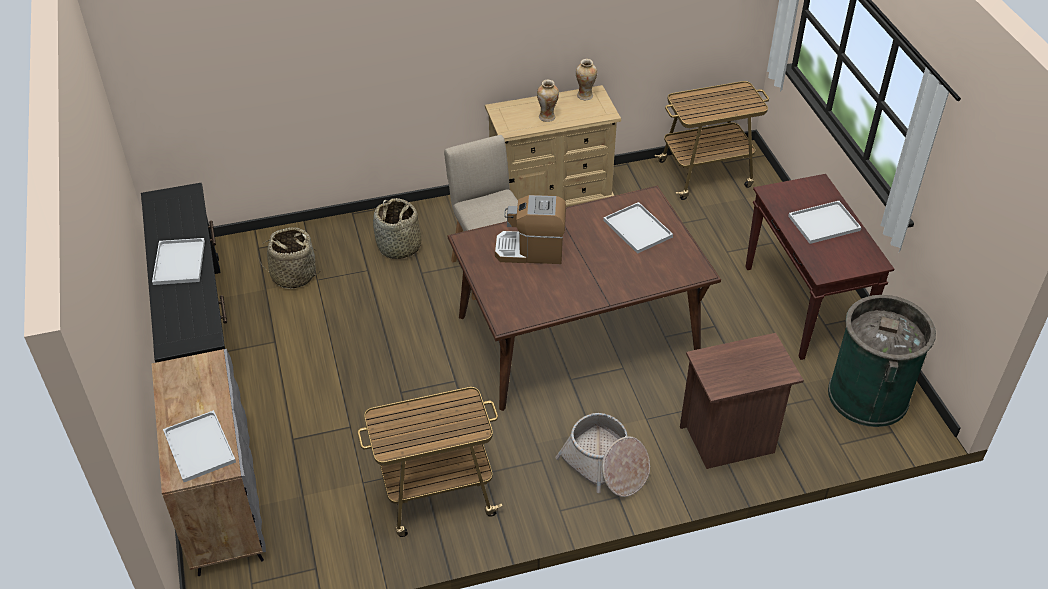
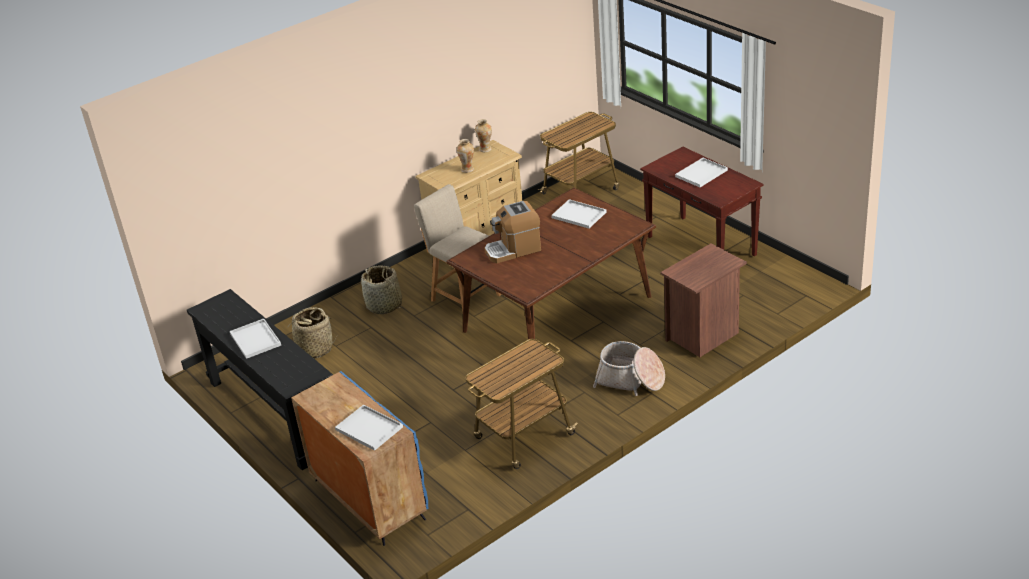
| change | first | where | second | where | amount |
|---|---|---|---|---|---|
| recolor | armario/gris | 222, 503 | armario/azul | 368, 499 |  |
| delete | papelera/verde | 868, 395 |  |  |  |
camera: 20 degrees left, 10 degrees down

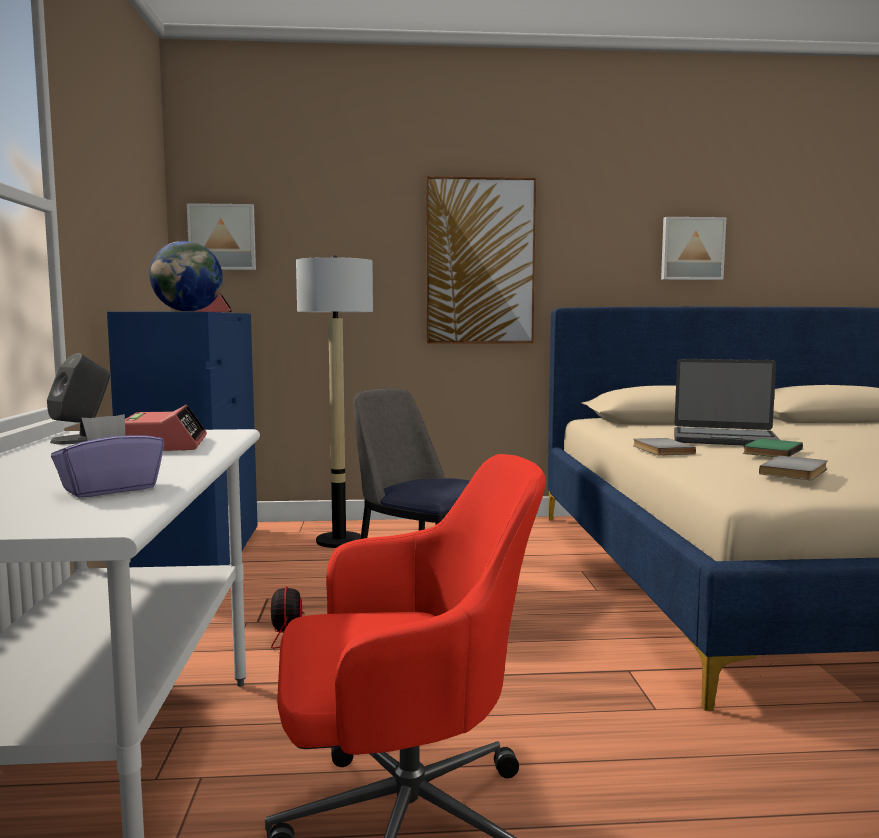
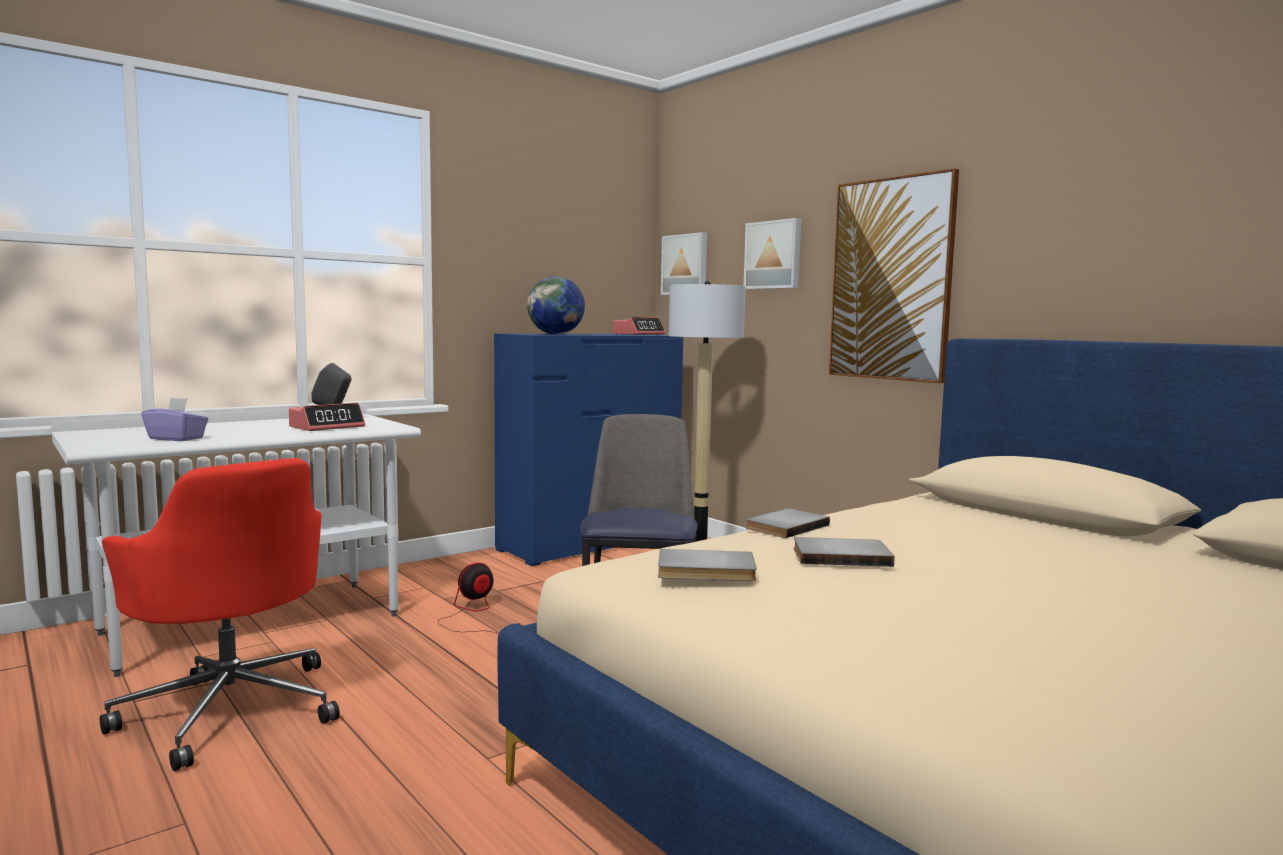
| change | first | where | second | where | amount |
|---|---|---|---|---|---|
| move | cuadro | 691, 249 |  | 774, 255 |  |
| delete | portátil | 724, 439 |  |  |  |
| recolor | libro/verde | 770, 451 | libro/gris | 840, 555 |  |
camera: 55 degrees right, 0 degrees up

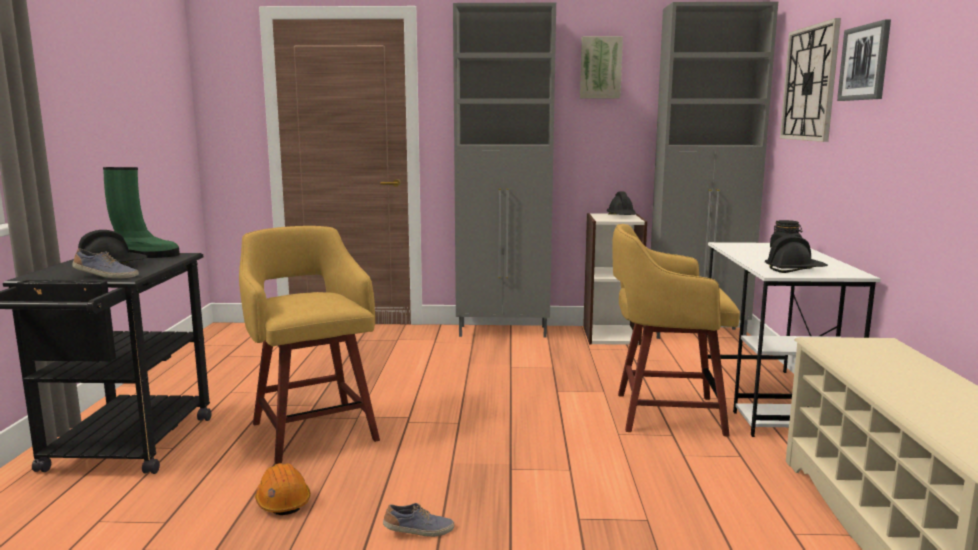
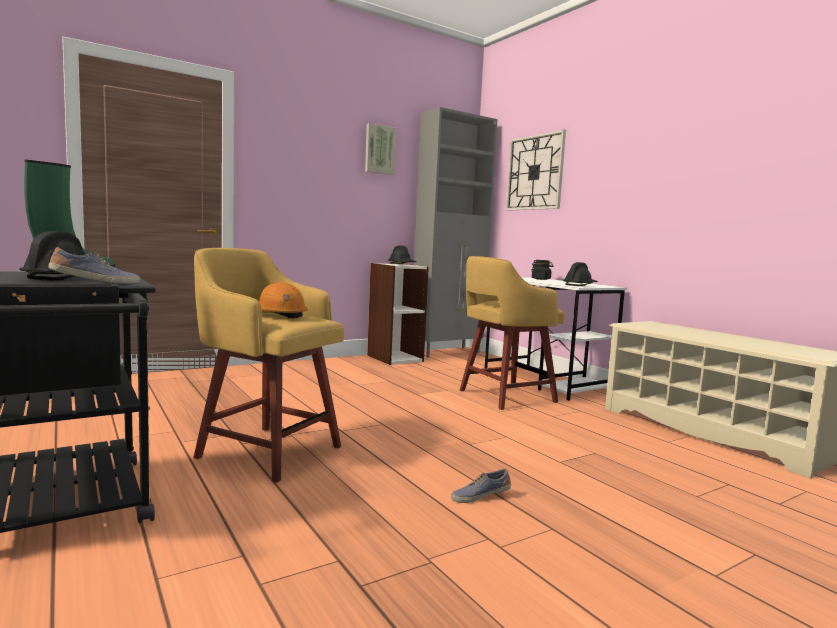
| change | first | where | second | where | amount |
|---|---|---|---|---|---|
| move | casco/naranja | 282, 501 |  | 279, 315 |  |
| rotate | zapato | 419, 532 |  | 480, 496 | 150 degrees counterclockwise |
| delete | armario/gris | 504, 332 |  |  |  |
| delete | cuadro | 865, 62 |  |  |  |
camera: 35 degrees left, 5 degrees down

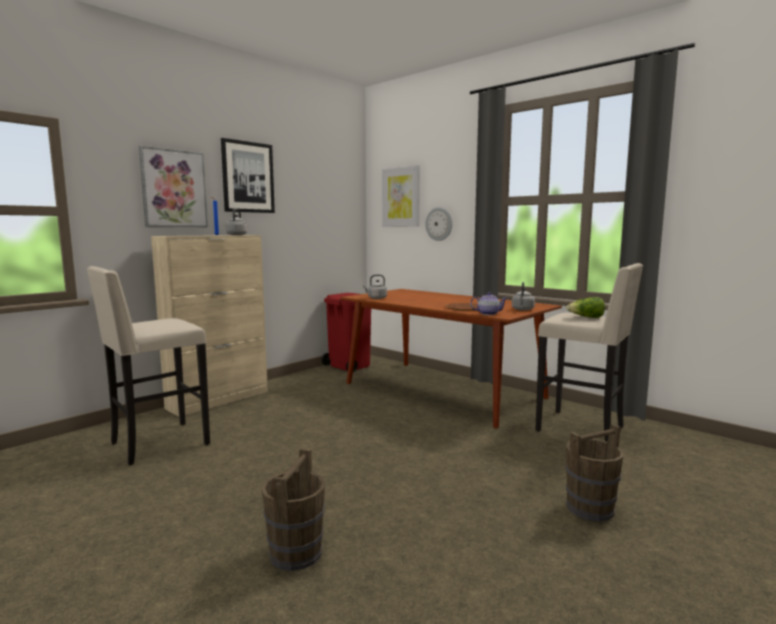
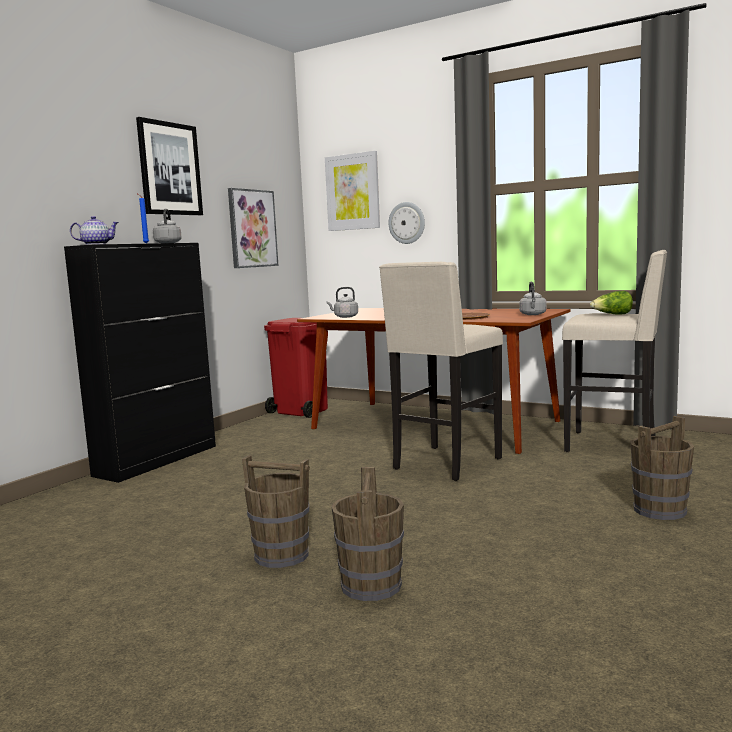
| change | first | where | second | where | amount |
|---|---|---|---|---|---|
| move | taburete/beis | 157, 444 |  | 445, 464 |  |
| move | cuadro | 174, 189 |  | 252, 228 |  |
| recolor | armario/beis | 219, 399 | armario/negro | 158, 460 |  |
| move | tetera | 488, 313 |  | 96, 244 |  |
| insert |  |  | cubo/marrón | 281, 555 |  |
camera: 10 degrees left, 0 degrees up

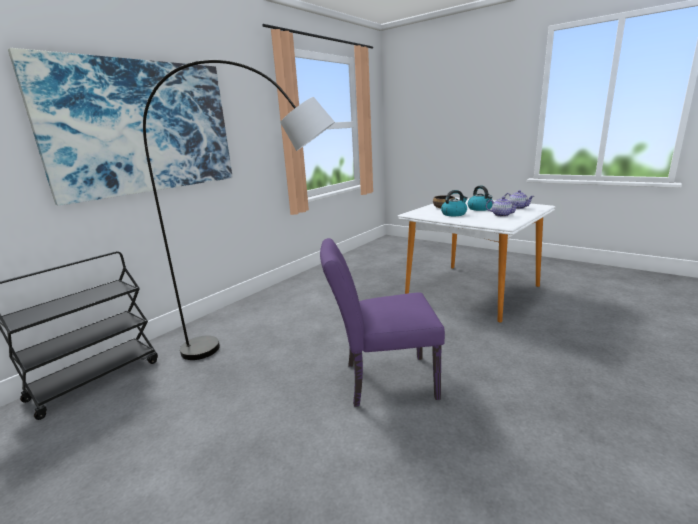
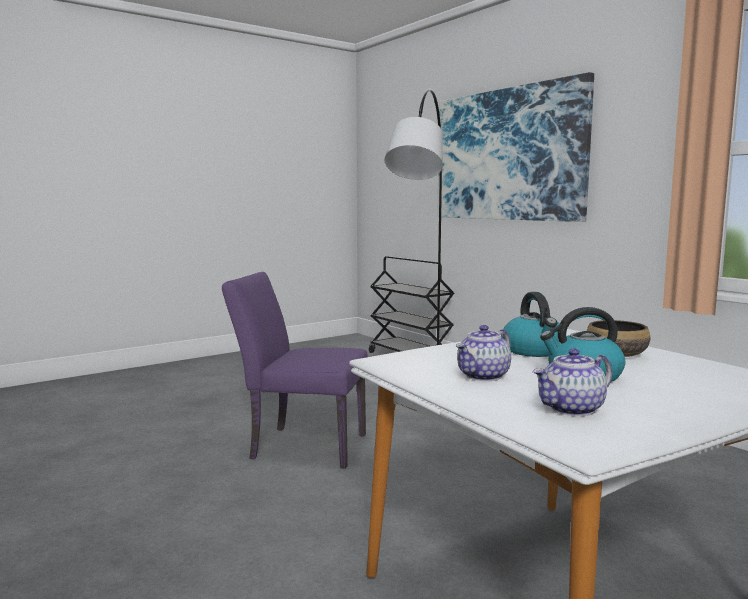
| change | first | where | second | where | amount |
|---|---|---|---|---|---|
| rotate | silla/morado | 382, 381 |  | 300, 445 | 90 degrees counterclockwise |
camera: 105 degrees right, 10 degrees down

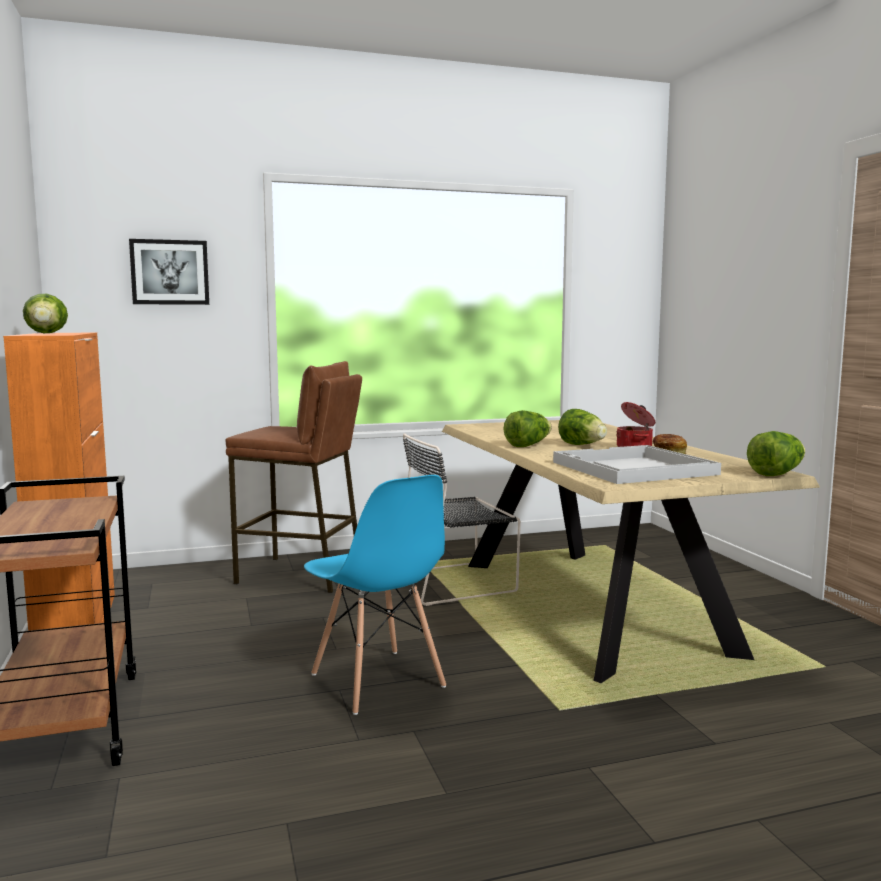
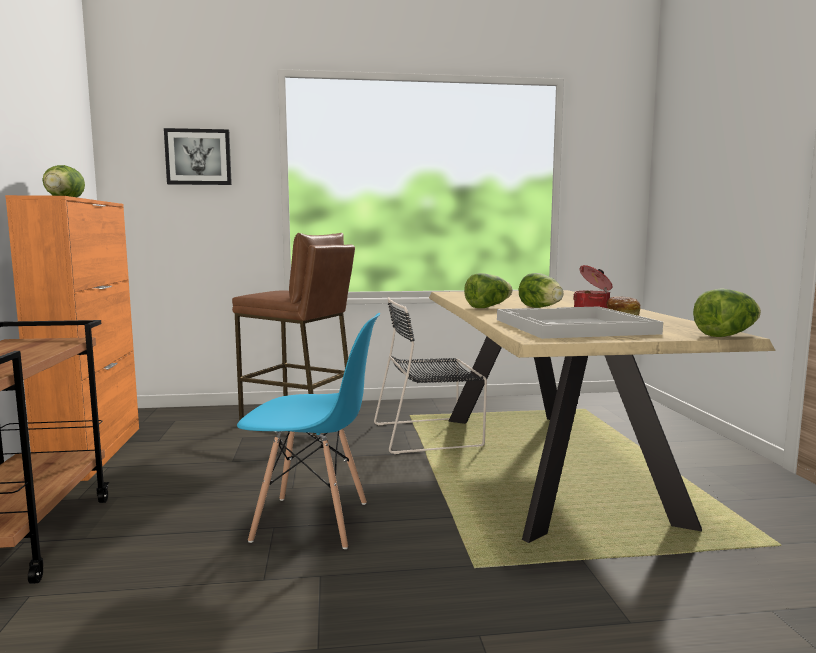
| change | first | where | second | where | amount |
|---|---|---|---|---|---|
| rotate | silla/azul | 377, 681 |  | 312, 522 | 60 degrees counterclockwise |
camera: 10 degrees right, 0 degrees up

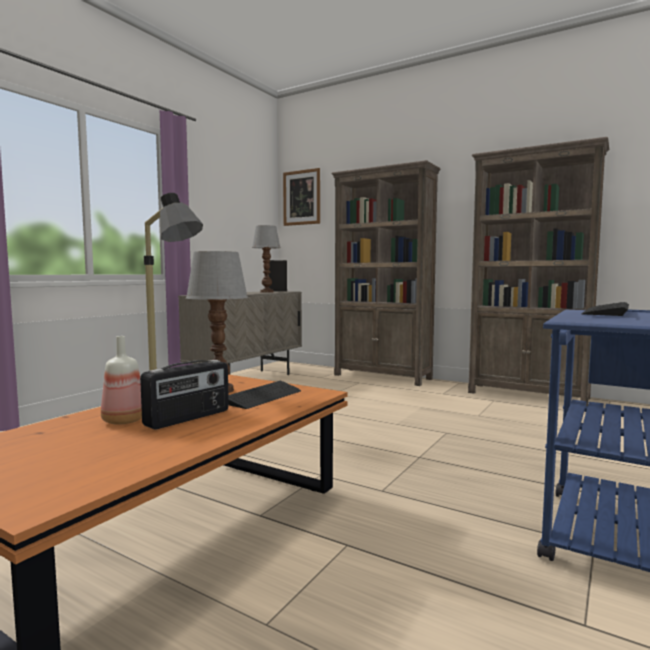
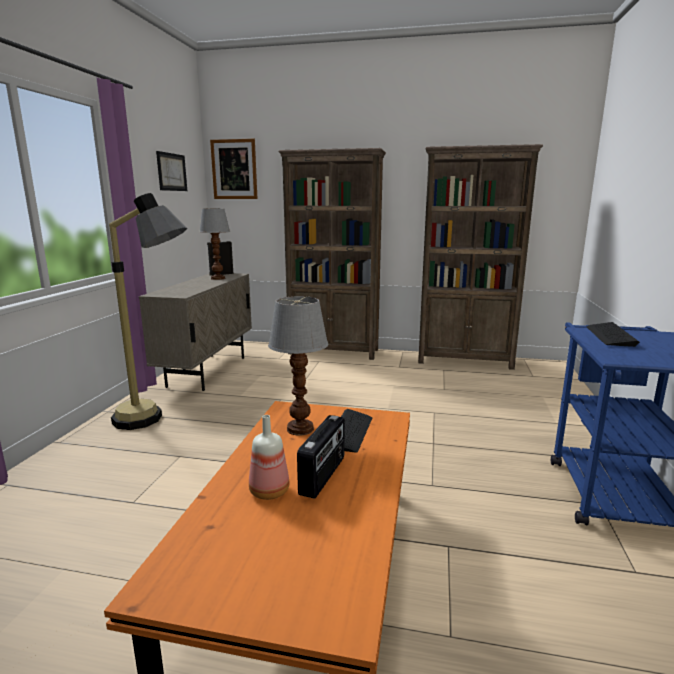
| change | first | where | second | where | amount |
|---|---|---|---|---|---|
| insert |  |  | cuadro | 171, 172 |  |
camera: 20 degrees left, 10 degrees up

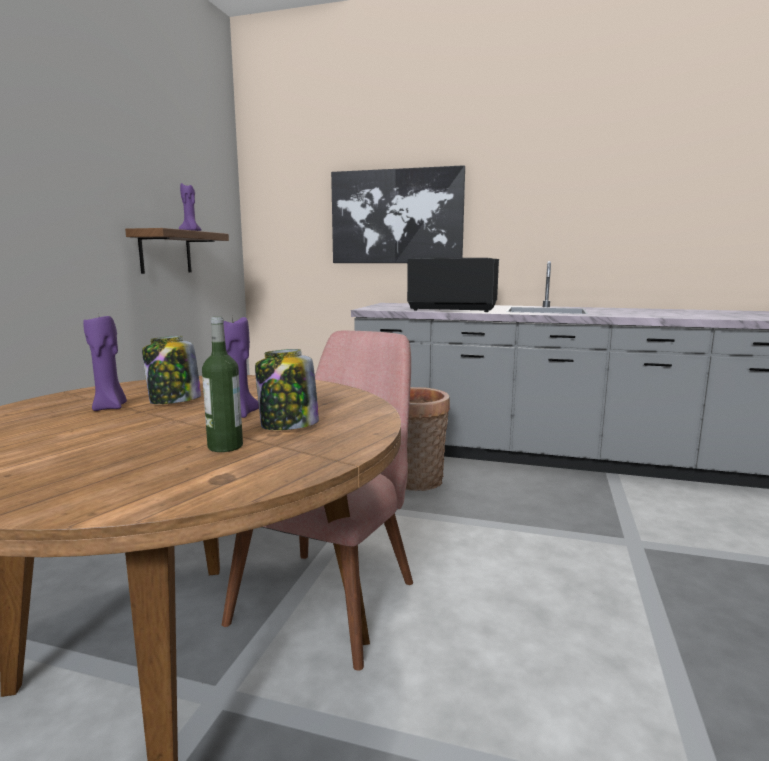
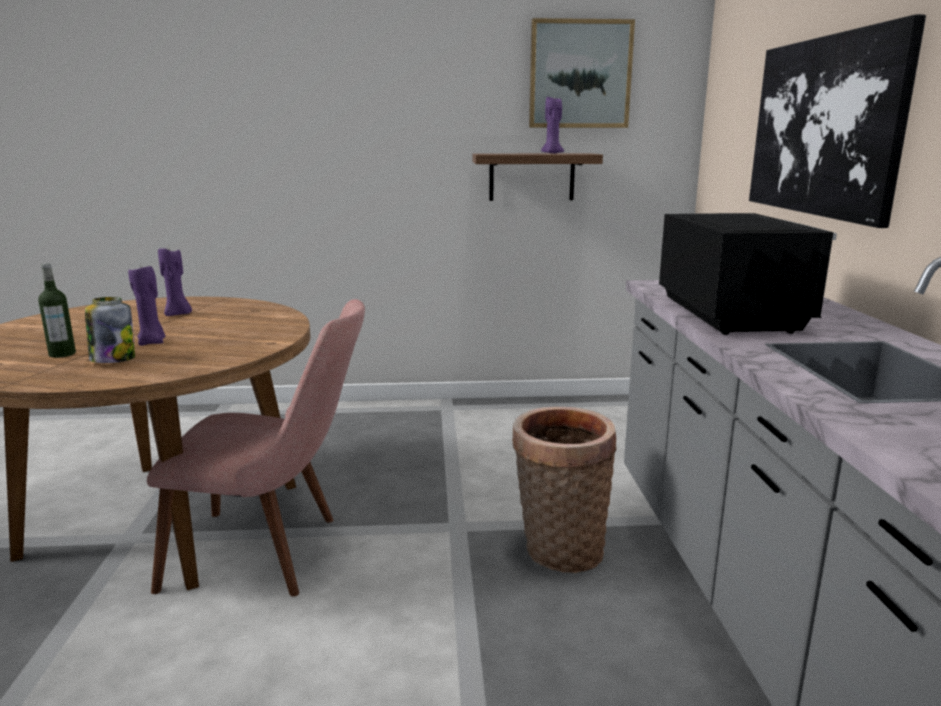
| change | first | where | second | where | amount |
|---|---|---|---|---|---|
| delete | tarro | 174, 401 |  |  |  |
| insert |  |  | cuadro | 579, 74 |  |
camera: 70 degrees right, 5 degrees up

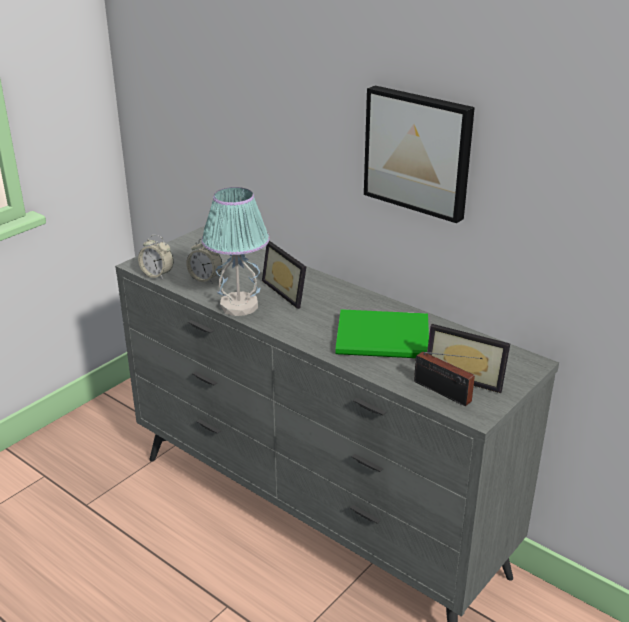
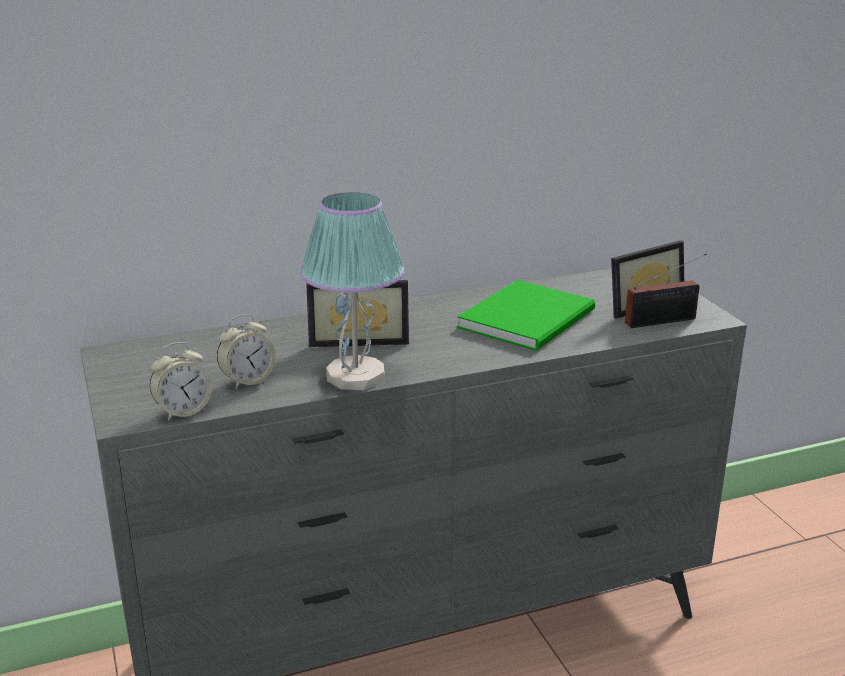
| change | first | where | second | where | amount |
|---|---|---|---|---|---|
| delete | cuadro | 419, 152 |  |  |  |
camera: 60 degrees left, 5 degrees down

